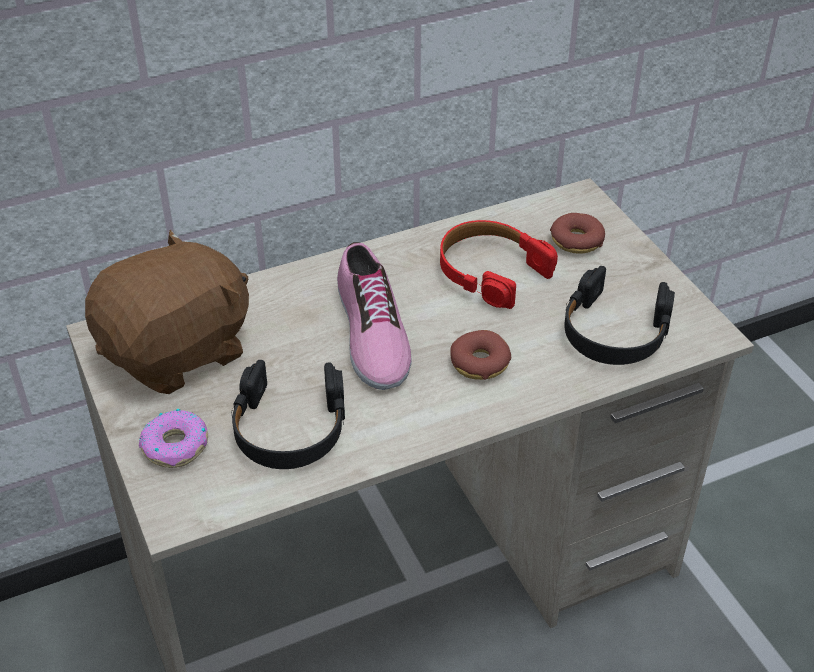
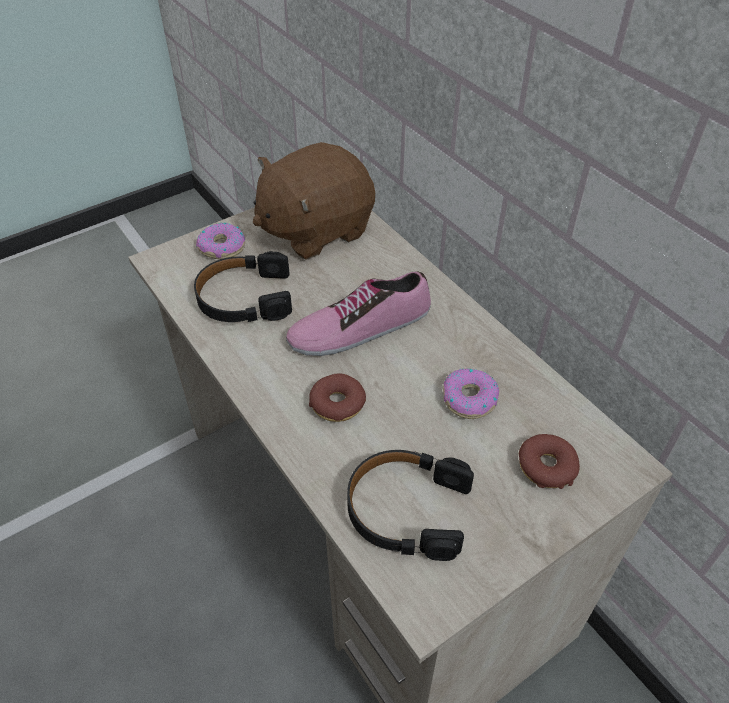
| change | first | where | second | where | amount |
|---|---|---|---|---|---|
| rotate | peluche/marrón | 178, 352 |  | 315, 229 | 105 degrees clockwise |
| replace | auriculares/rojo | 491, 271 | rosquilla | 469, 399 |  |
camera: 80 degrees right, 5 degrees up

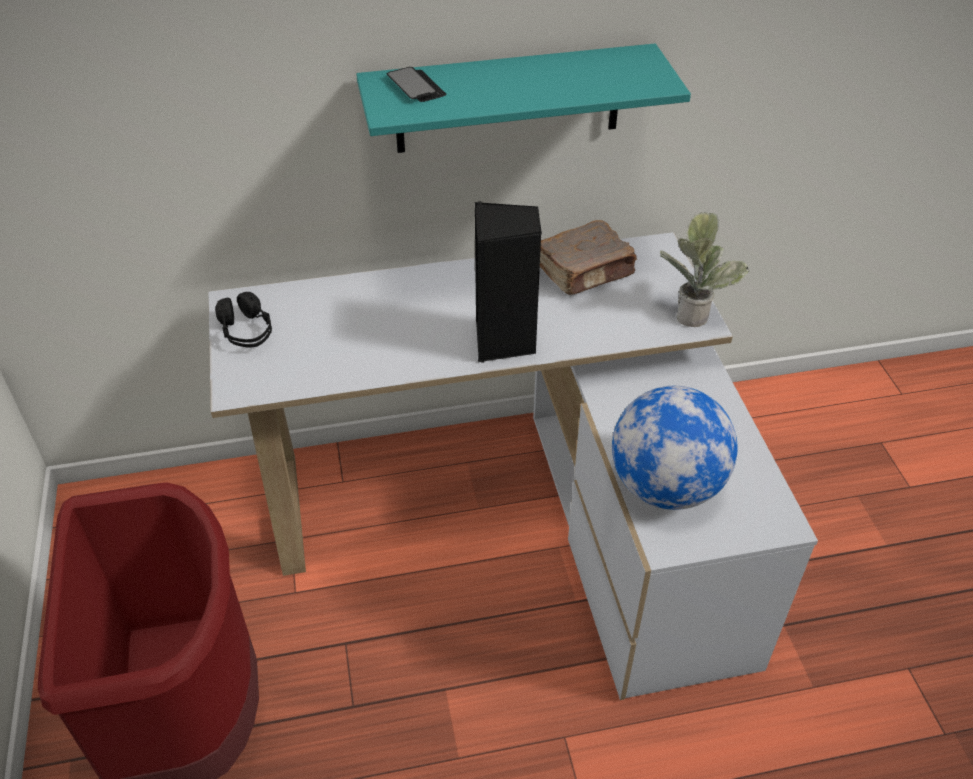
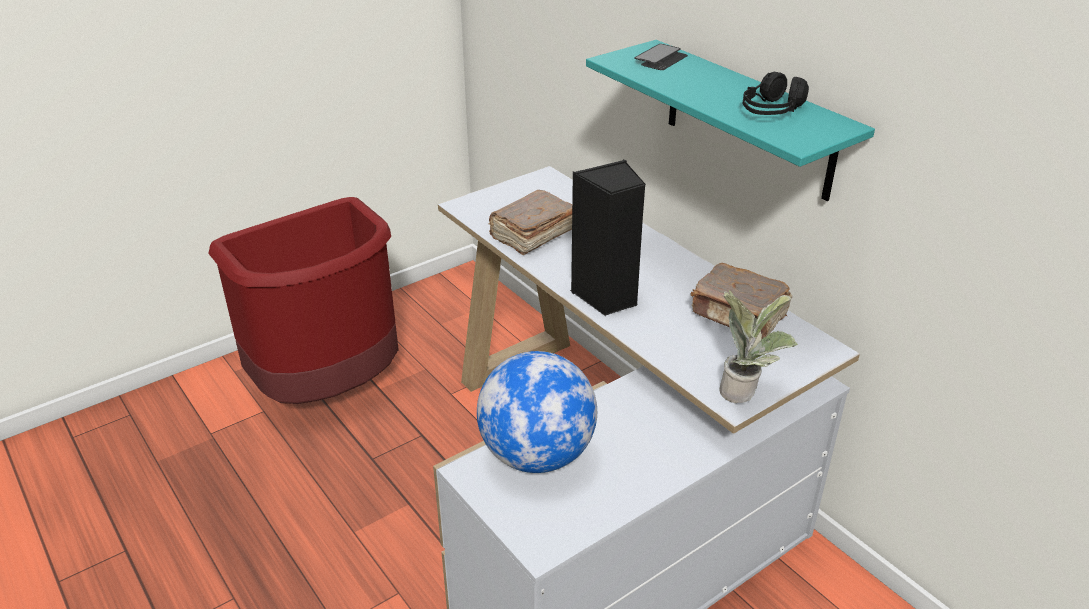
| change | first | where | second | where | amount |
|---|---|---|---|---|---|
| move | auriculares/negro | 247, 332 |  | 771, 111 |  |
| insert |  |  | libro/marrón | 532, 235 |  |
camera: 65 degrees right, 10 degrees down

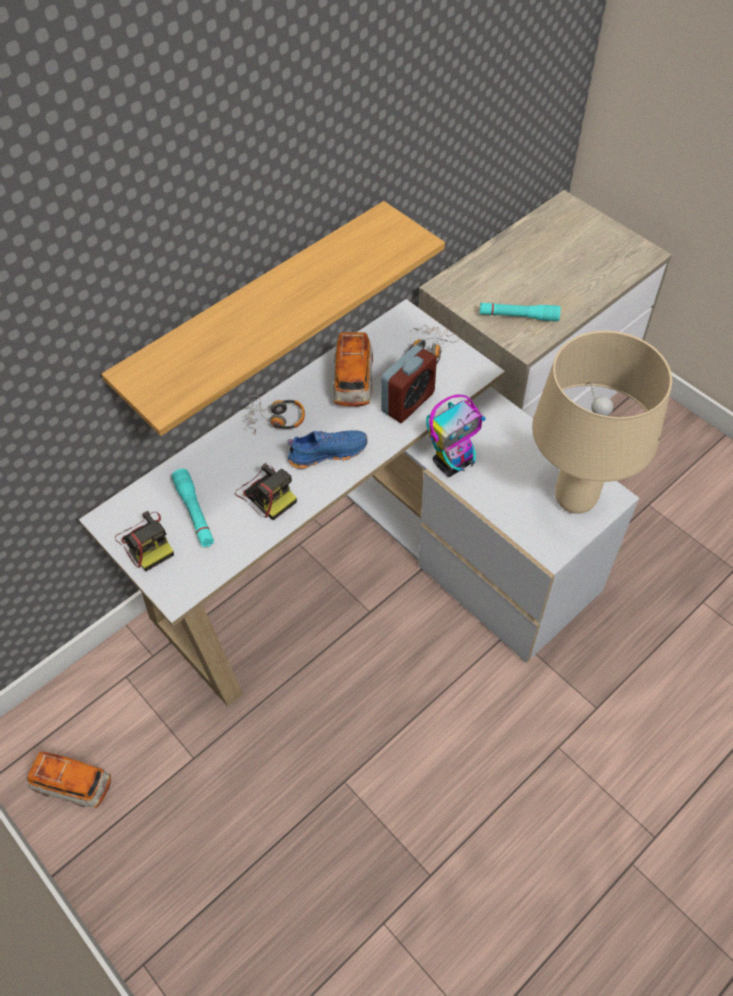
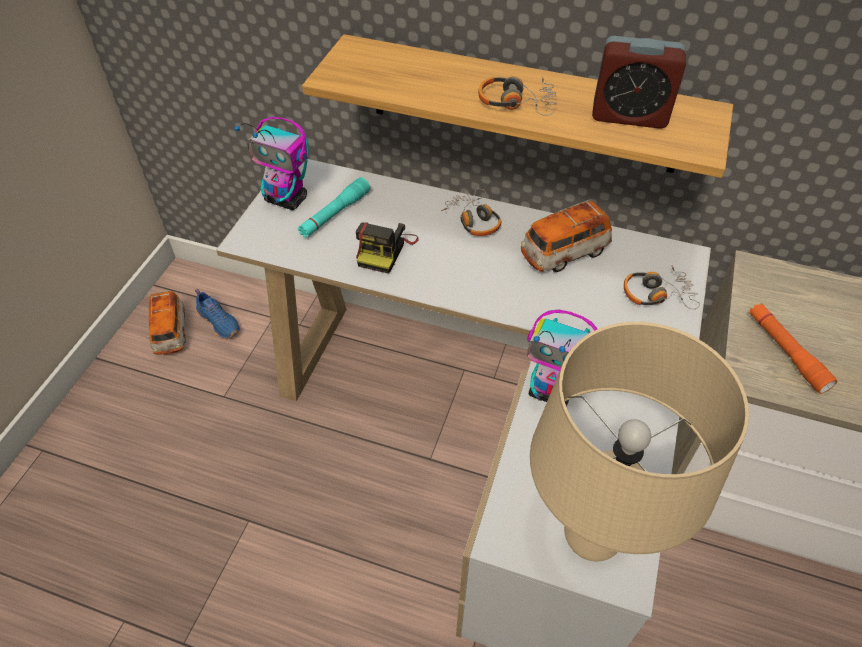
| change | first | where | second | where | amount |
|---|---|---|---|---|---|
| replace | cámara | 146, 542 | robot de juguete | 287, 200 |  |
| move | zapato/azul | 327, 452 |  | 220, 322 |  |
| move | despertador | 408, 402 |  | 629, 116 |  |
| recolor | linterna/turquesa | 518, 316 | linterna/naranja | 786, 352 |  |
| insert |  |  | auriculares | 516, 102 |  |
camera: 60 degrees right, 5 degrees down

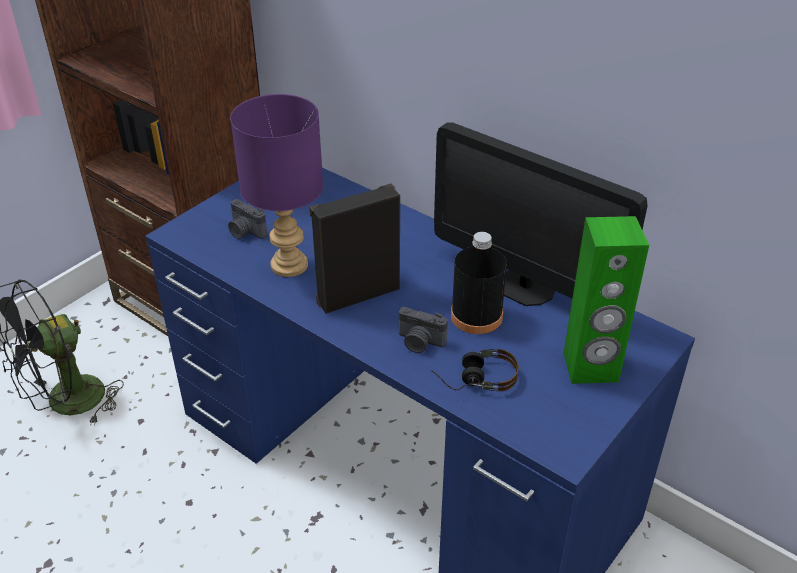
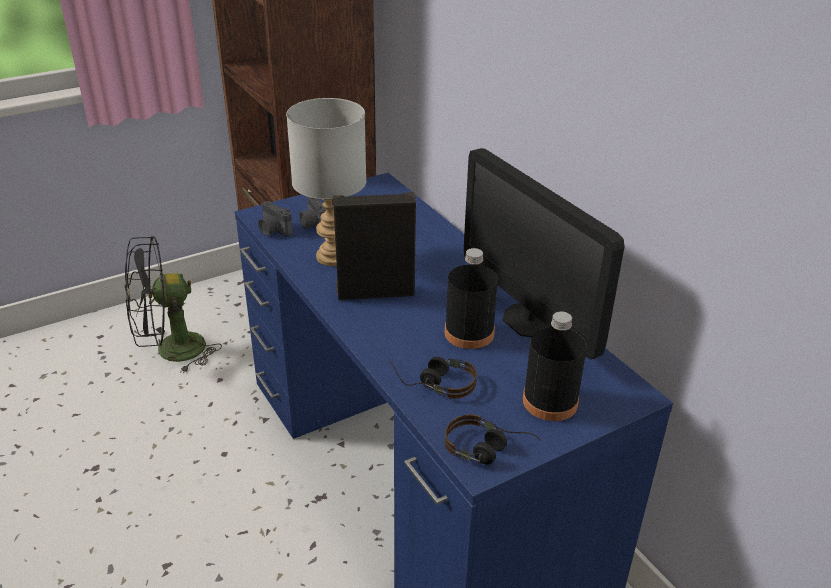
| change | first | where | second | where | amount |
|---|---|---|---|---|---|
| recolor | lámpara de mesa/morado | 287, 265 | lámpara de mesa/gris | 331, 256 |  |
| move | cámara | 419, 342 |  | 273, 231 |  |
| replace | altavoz/verde | 590, 368 | botella/negro | 550, 402 |  |
| insert |  |  | auriculares | 489, 451 |  |
camera: 20 degrees right, 5 degrees down

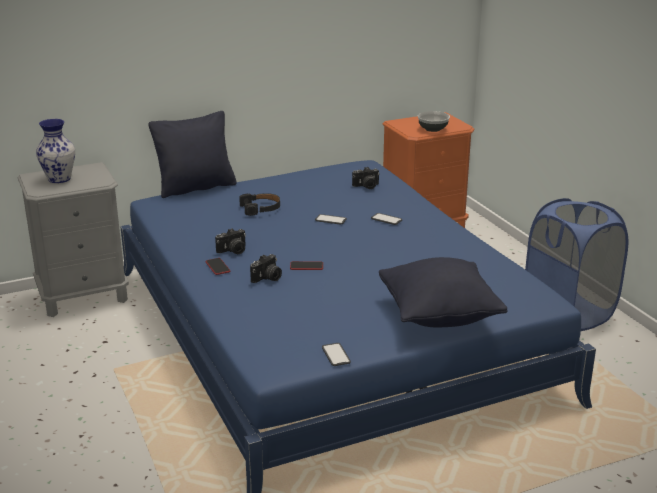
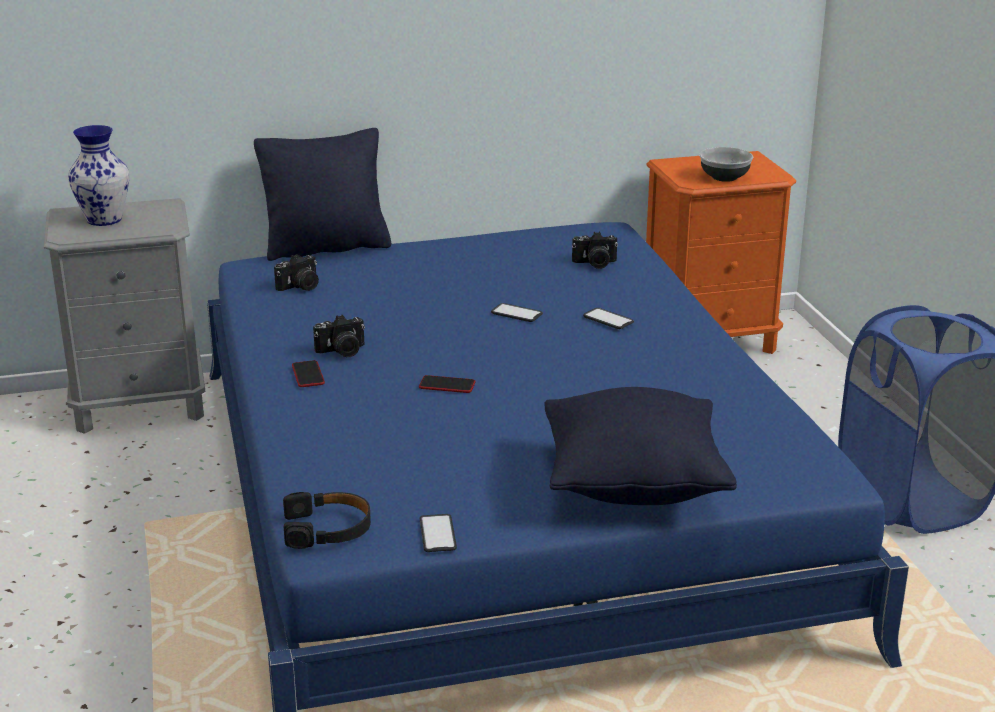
| change | first | where | second | where | amount |
|---|---|---|---|---|---|
| move | auriculares/negro | 261, 208 |  | 327, 529 |  |
| move | cámara | 267, 278 |  | 300, 287 |  |
camera: 10 degrees right, 0 degrees up

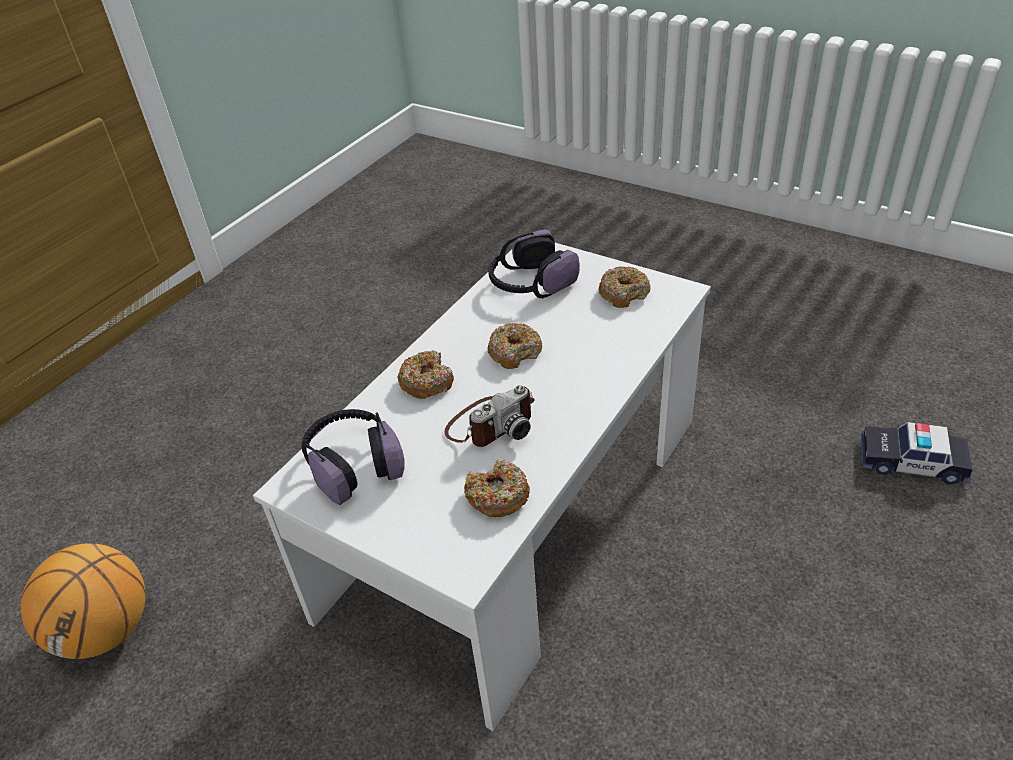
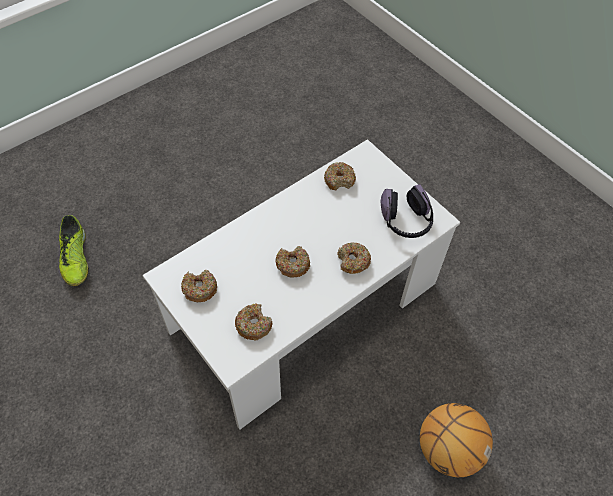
| change | first | where | second | where | amount |
|---|---|---|---|---|---|
| move | balón de baloncesto | 106, 631 |  | 448, 449 |  |
| delete | cámara | 491, 424 |  |  |  |
| replace | auriculares | 530, 283 | rosquilla | 253, 325 |  |
| replace | coche de juguete | 912, 462 | zapato | 75, 258 |  |
camera: 165 degrees left, 15 degrees up

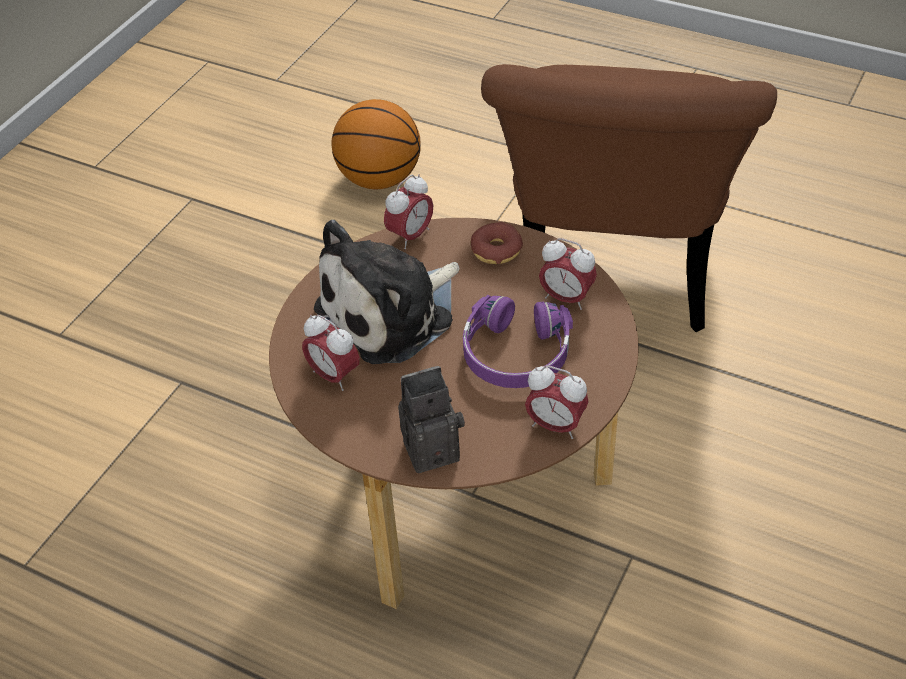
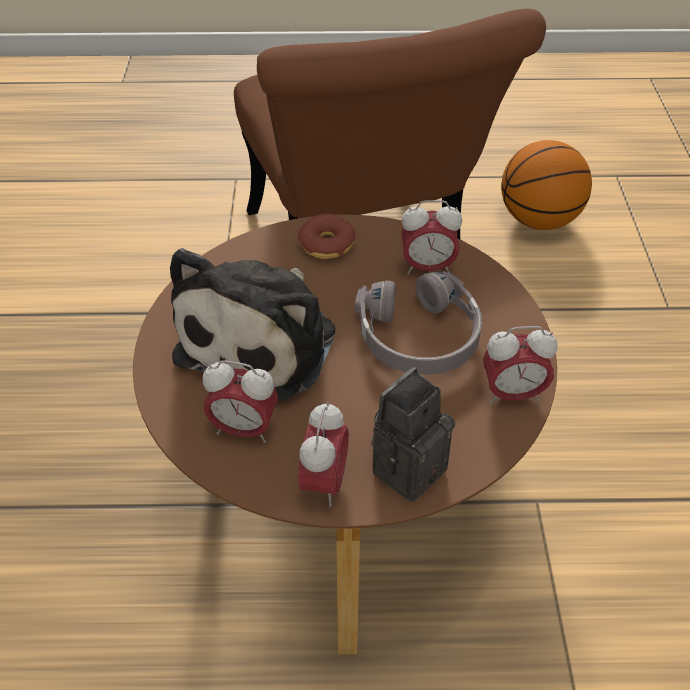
| change | first | where | second | where | amount |
|---|---|---|---|---|---|
| move | balón de baloncesto | 379, 179 |  | 538, 220 |  |
| move | despertador | 410, 236 |  | 324, 483 |  |
| recolor | auriculares/morado | 515, 354 | auriculares/gris | 420, 337 |  |
camera: 30 degrees left, 0 degrees up

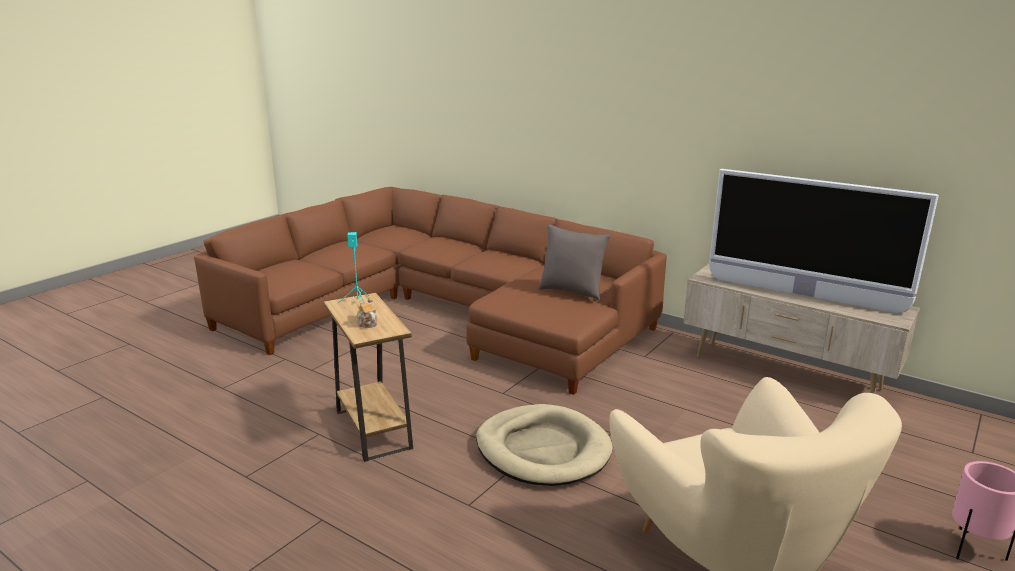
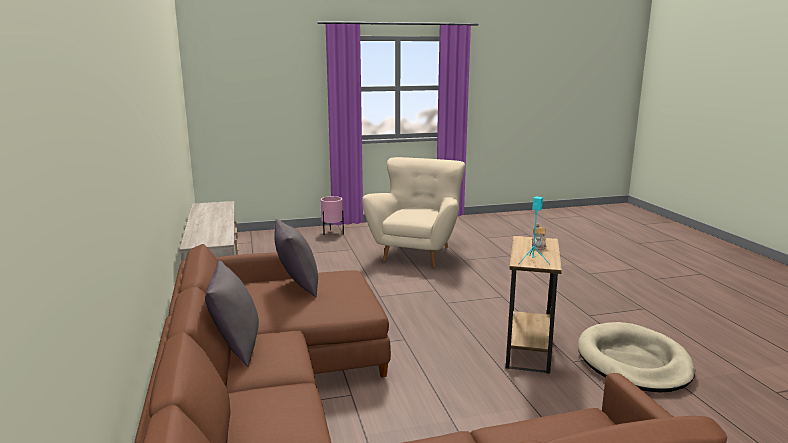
| change | first | where | second | where | amount |
|---|---|---|---|---|---|
| move | cama para perro/beis | 543, 450 |  | 633, 362 |  |
| delete | televisor | 803, 295 |  |  |  |
| insert |  |  | cojín/gris | 236, 347 |  |
camera: 140 degrees left, 5 degrees down

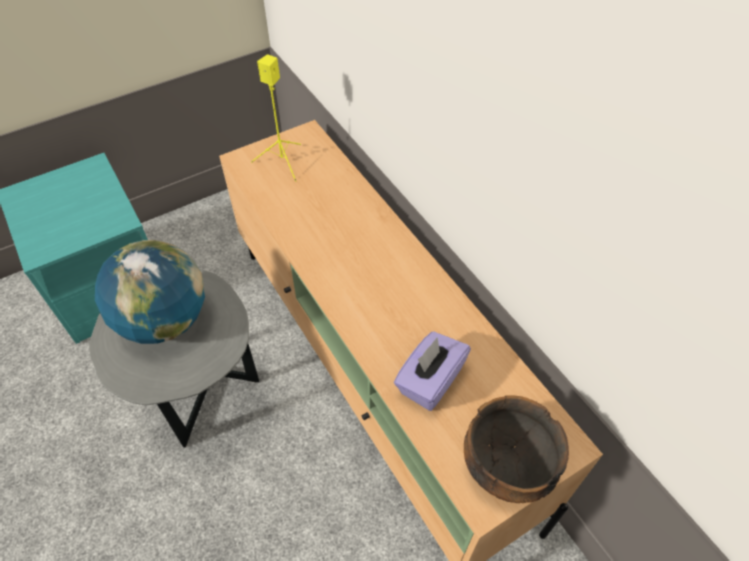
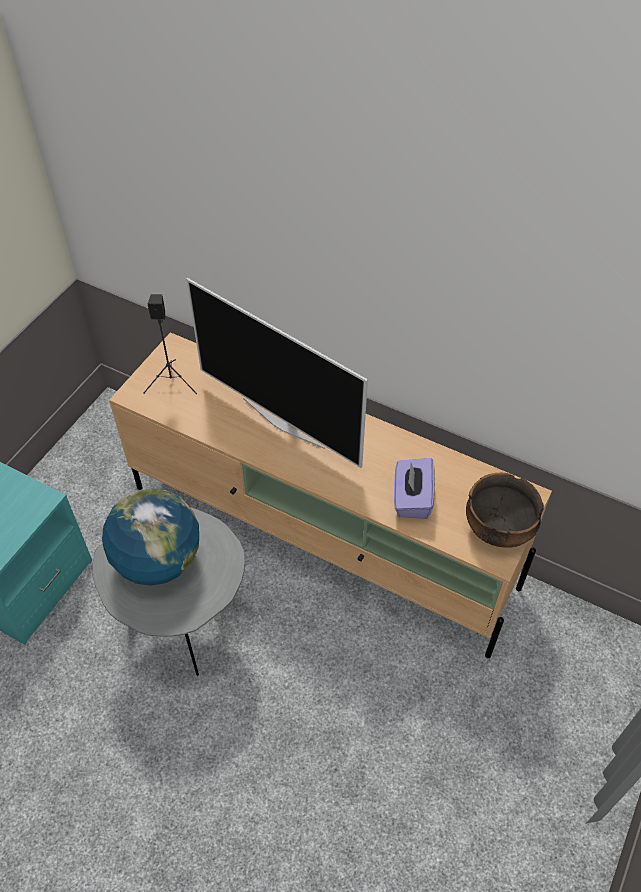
| change | first | where | second | where | amount |
|---|---|---|---|---|---|
| recolor | altavoz/amarillo | 283, 162 | altavoz/negro | 172, 382 |  |
| insert |  |  | televisor | 284, 422 |  |
camera: 30 degrees left, 0 degrees up

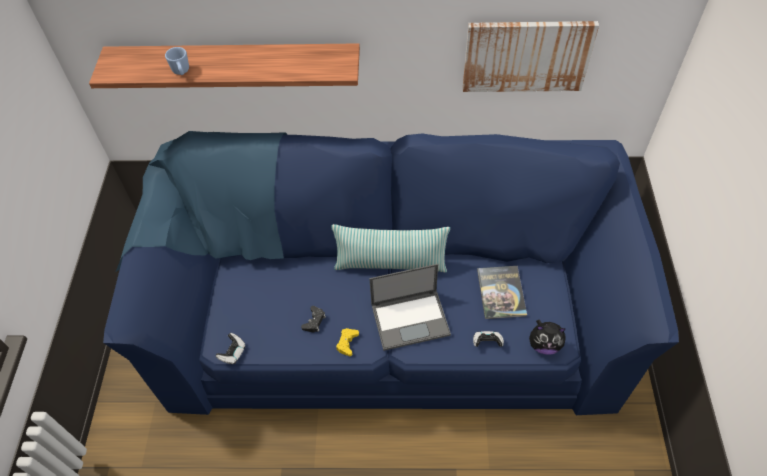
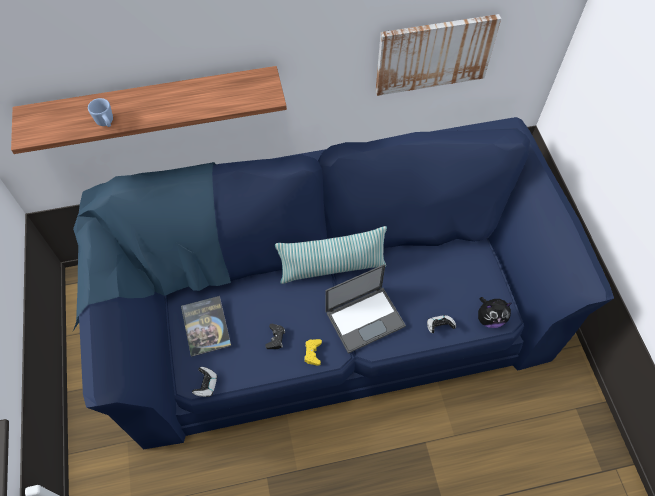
| change | first | where | second | where | amount |
|---|---|---|---|---|---|
| move | libro | 501, 292 |  | 206, 326 |  |
camera: 15 degrees left, 5 degrees up

